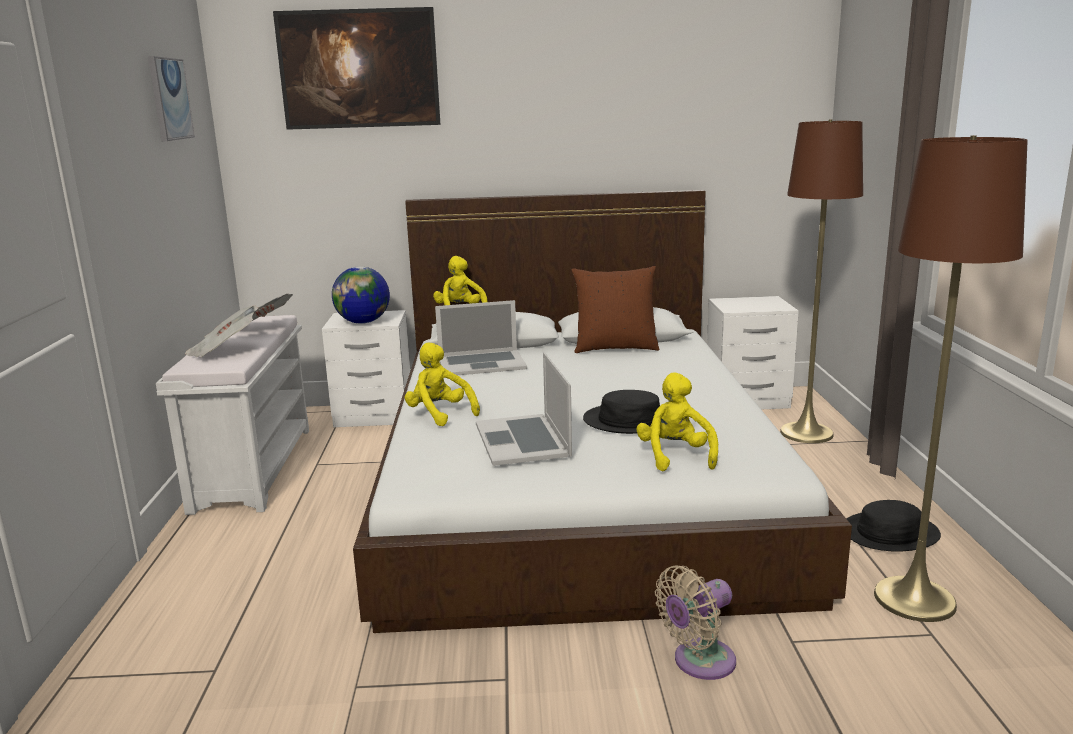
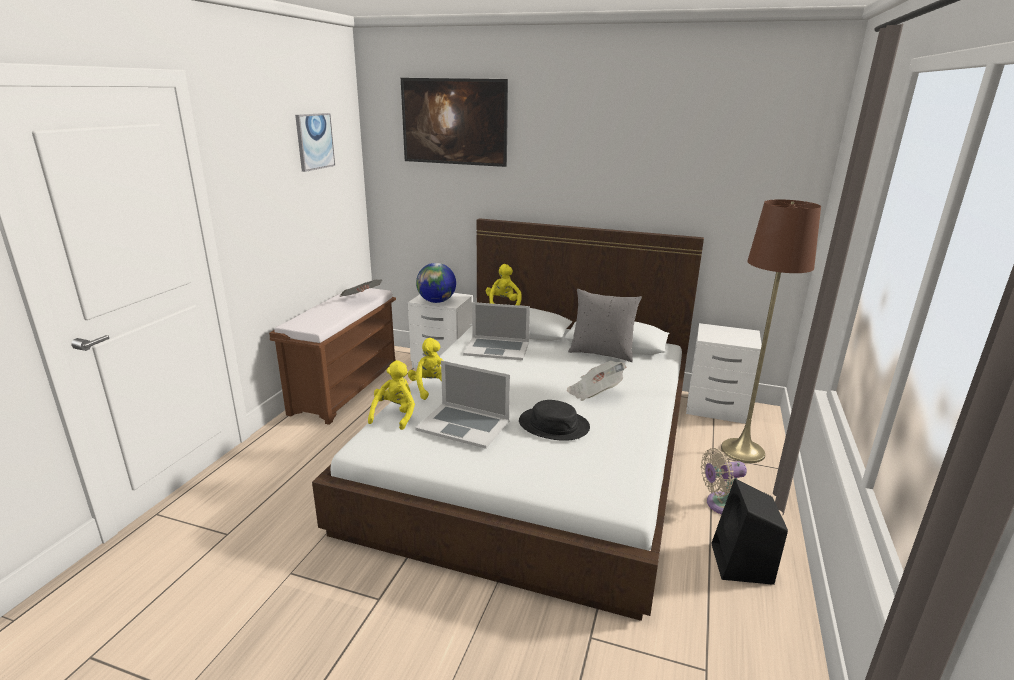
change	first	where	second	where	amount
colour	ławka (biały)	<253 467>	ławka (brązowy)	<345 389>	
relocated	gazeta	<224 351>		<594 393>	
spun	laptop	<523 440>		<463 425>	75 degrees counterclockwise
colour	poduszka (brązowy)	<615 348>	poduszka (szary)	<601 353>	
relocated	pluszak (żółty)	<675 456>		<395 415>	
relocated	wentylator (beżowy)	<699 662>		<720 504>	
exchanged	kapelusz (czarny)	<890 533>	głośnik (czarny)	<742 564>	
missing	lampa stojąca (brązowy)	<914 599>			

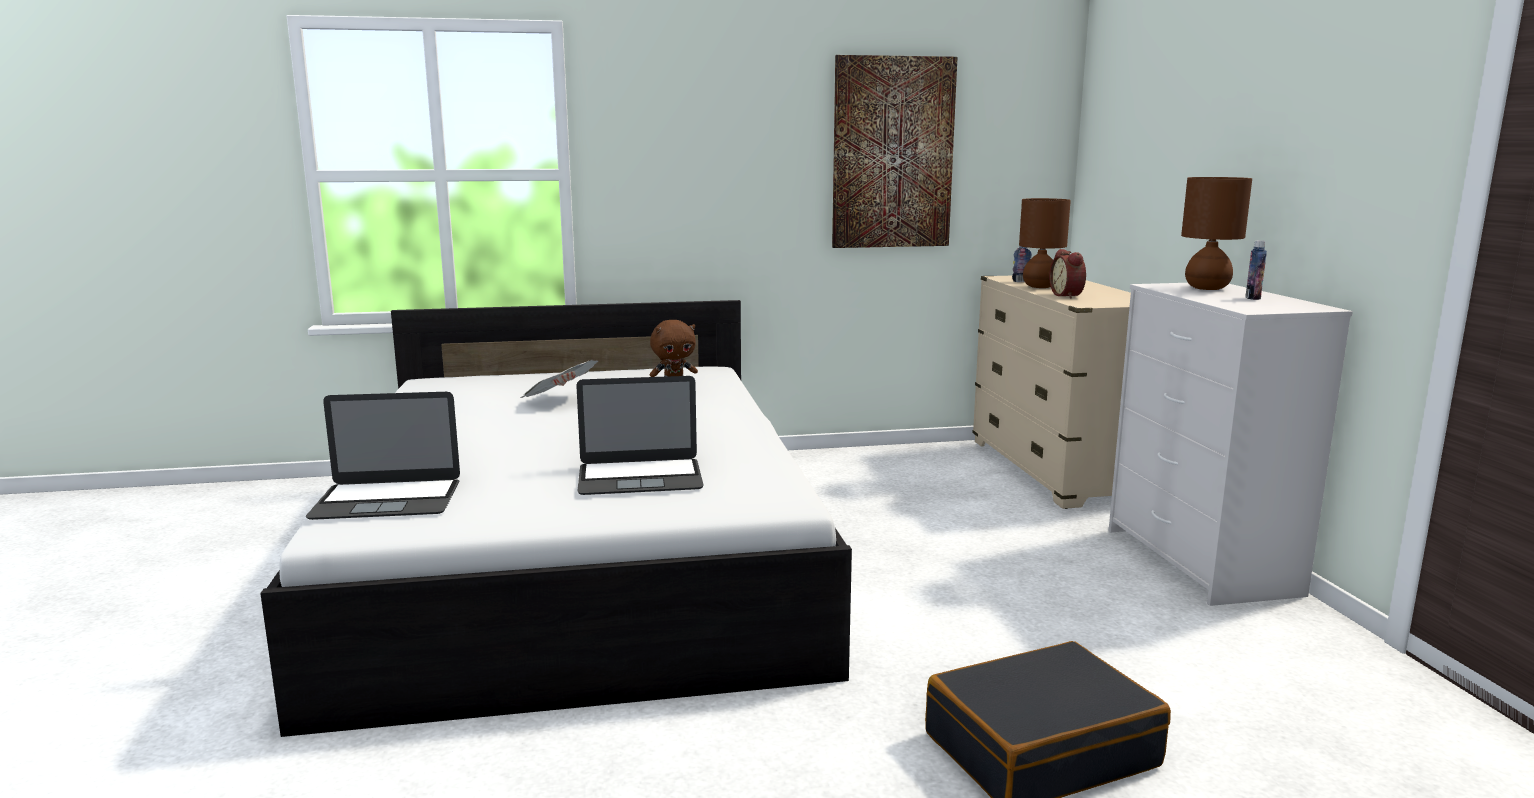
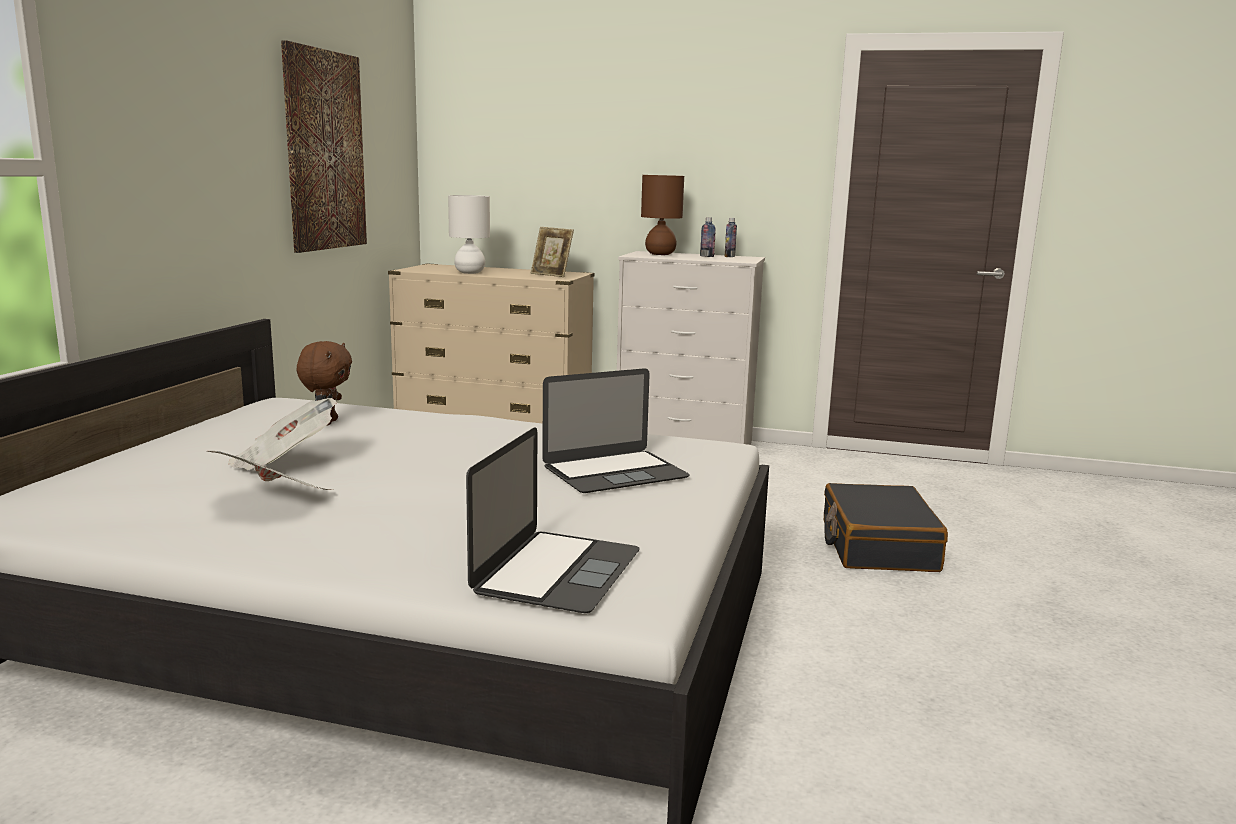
change	first	where	second	where	amount
spun	laptop	<640 477>		<615 472>	45 degrees clockwise
relocated	butelka	<1020 281>		<729 256>	
colour	lampa stołowa (brązowy)	<1040 286>	lampa stołowa (biały)	<470 272>	
missing	budzik	<1068 295>			
appeared			gazeta	<274 501>	
appeared			ramka na zdjęcie	<551 275>	

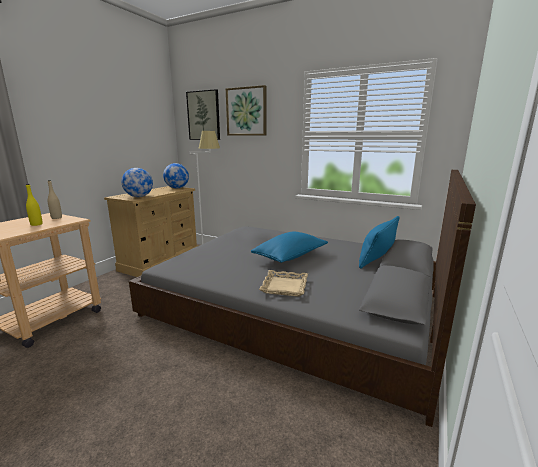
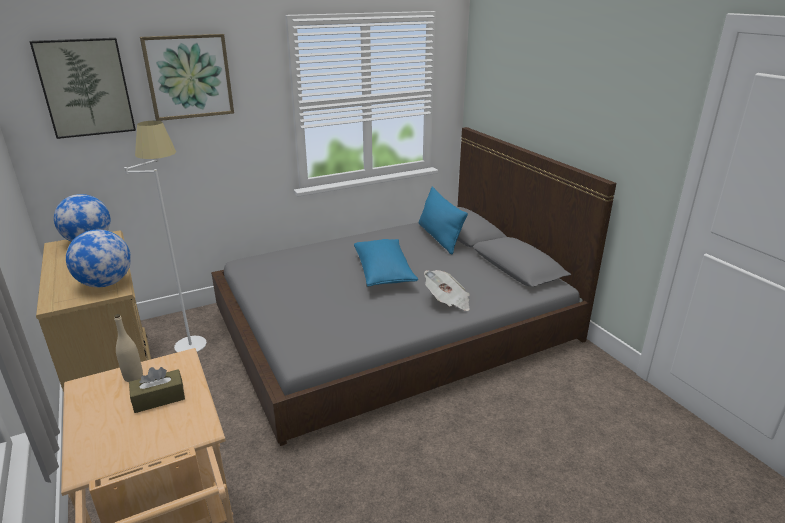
change	first	where	second	where	amount
exchanged	butelka (żółty)	<36 224>	pudełko chusteczek (brązowy)	<159 398>	
exchanged	taca (beżowy)	<285 286>	gazeta	<447 301>	

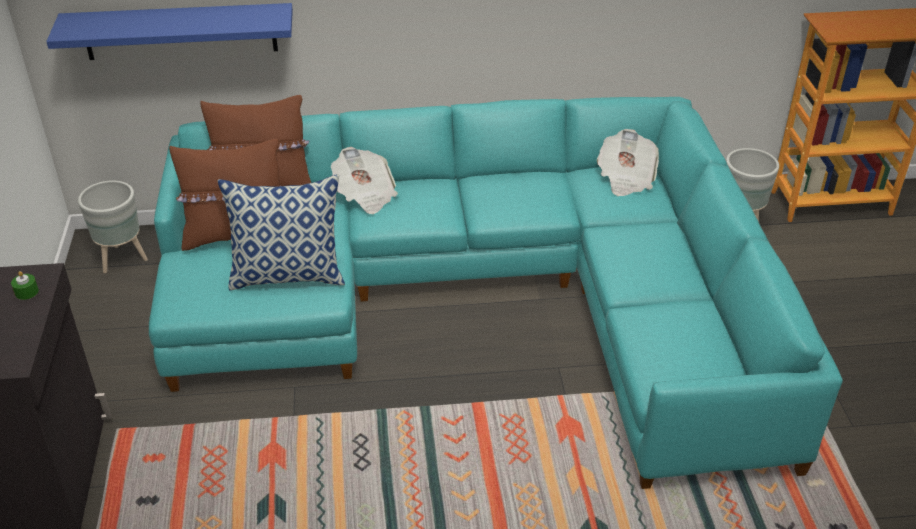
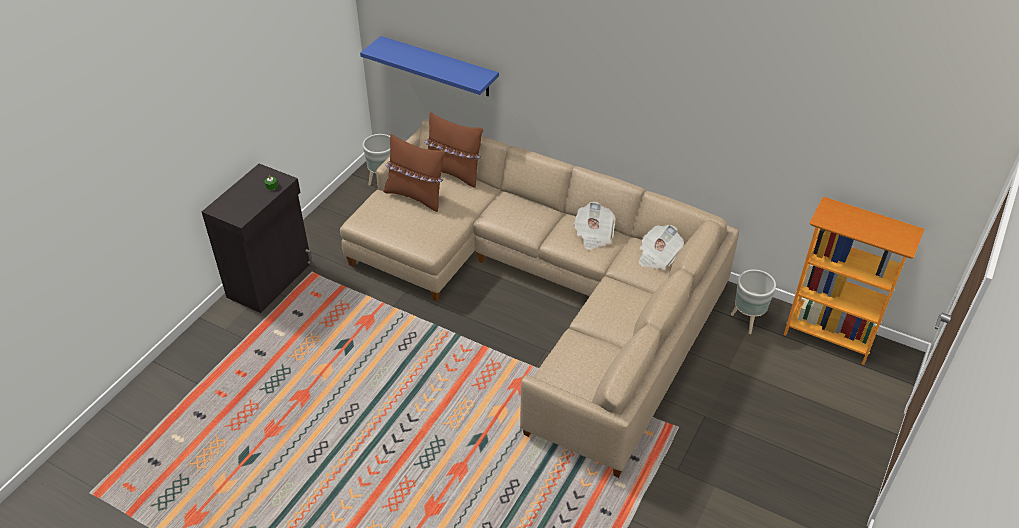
change	first	where	second	where	amount
colour	kanapa (turkusowy)	<483 297>	kanapa (beżowy)	<545 291>	
missing	poduszka	<288 275>			
relocated	gazeta	<365 195>		<593 235>	

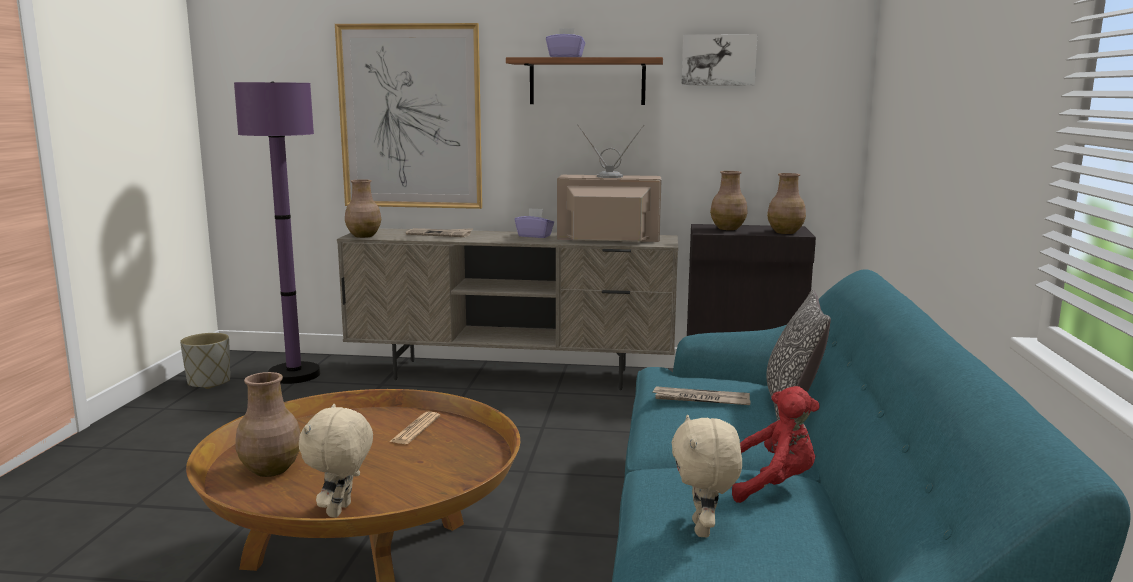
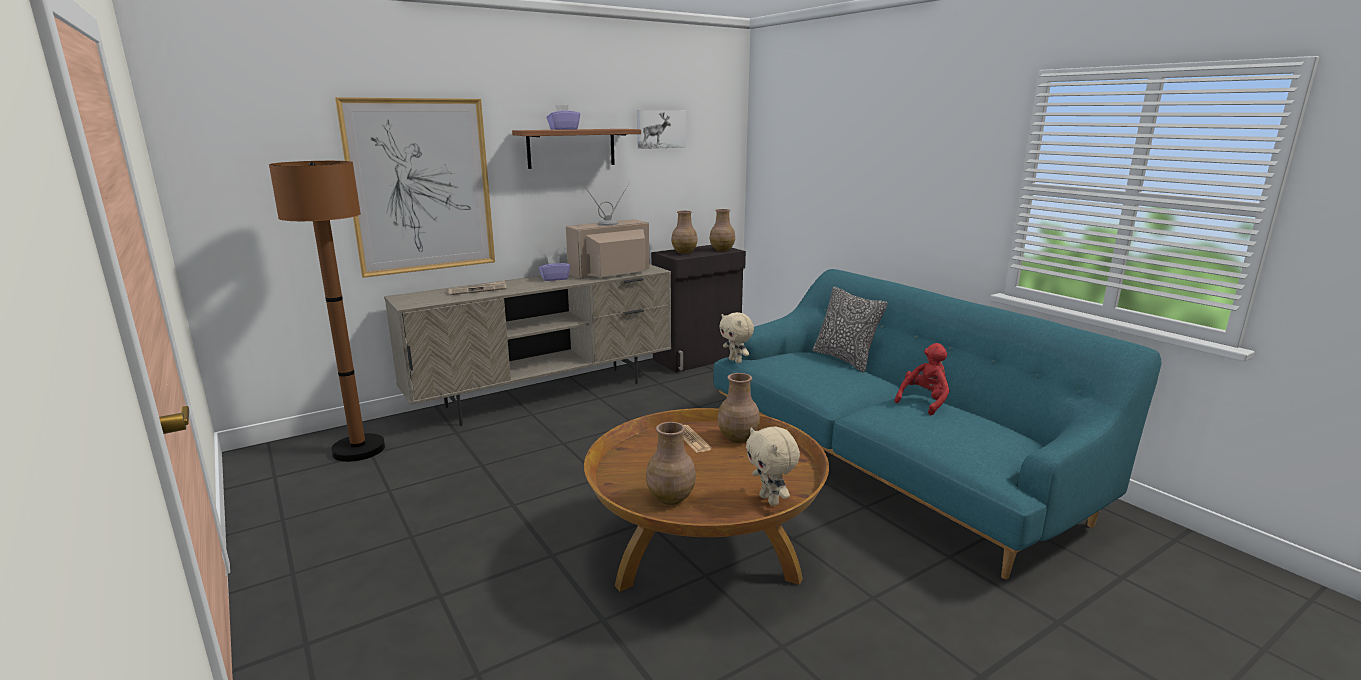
change	first	where	second	where	amount
missing	donica (szary)	<209 382>			
colour	lampa stojąca (fioletowy)	<294 375>	lampa stojąca (brązowy)	<359 449>	
relocated	wazon (brązowy)	<363 236>		<738 438>	
missing	gazeta	<700 399>			
relocated	pluszak (beżowy)	<704 529>		<736 361>	

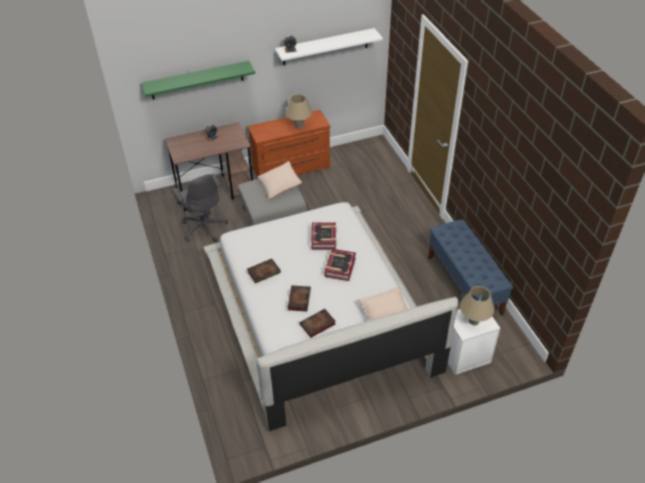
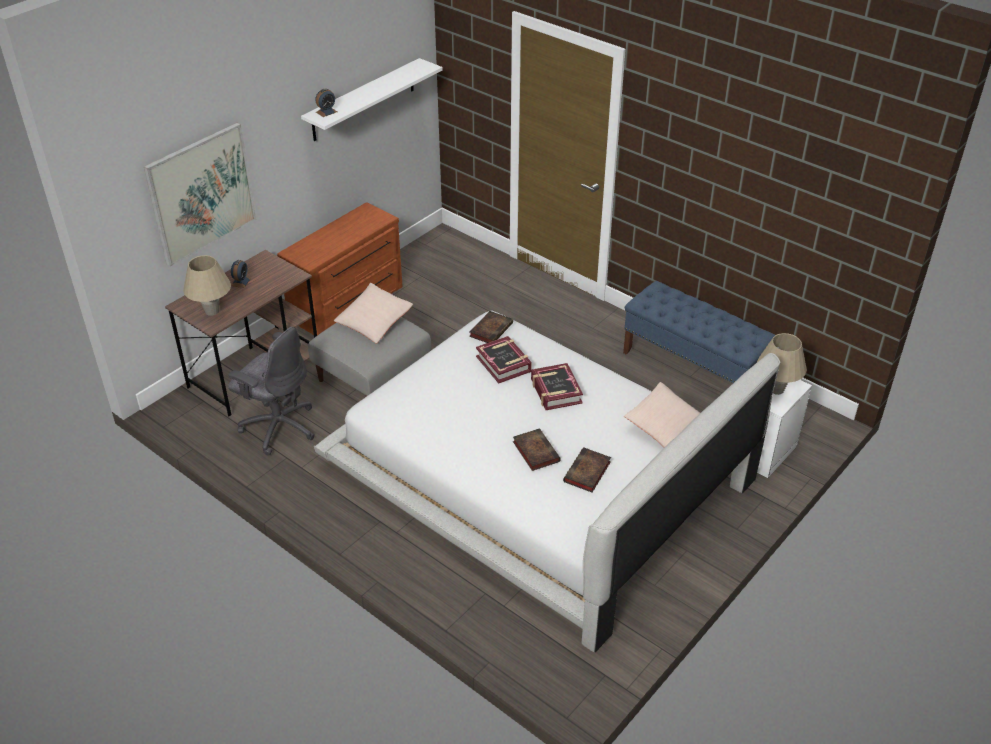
change	first	where	second	where	amount
exchanged	półka (zielony)	<197 80>	obraz	<201 193>	
relocated	książka	<264 271>		<491 329>	
relocated	lampa stołowa (beżowy)	<299 126>		<212 311>	

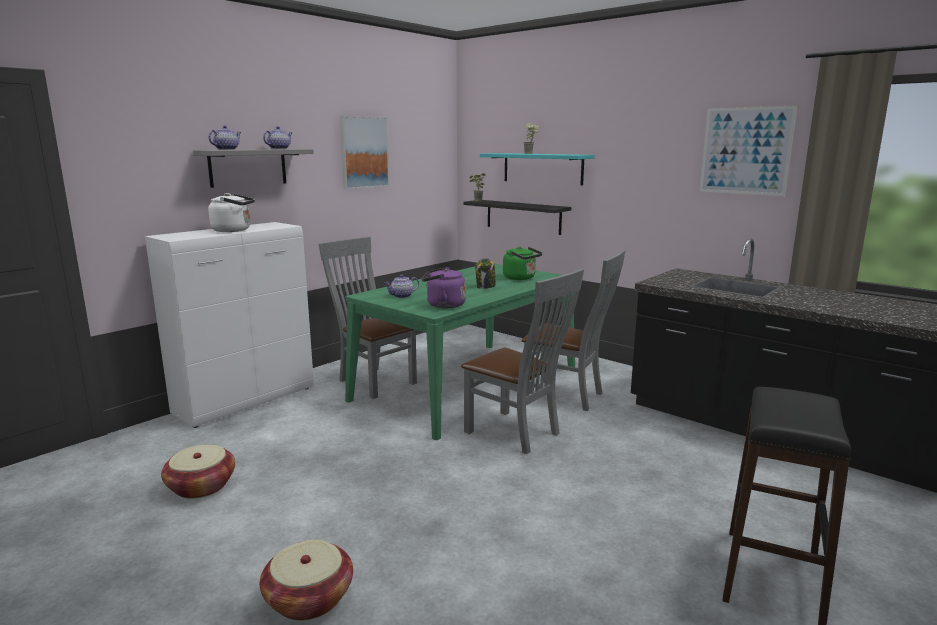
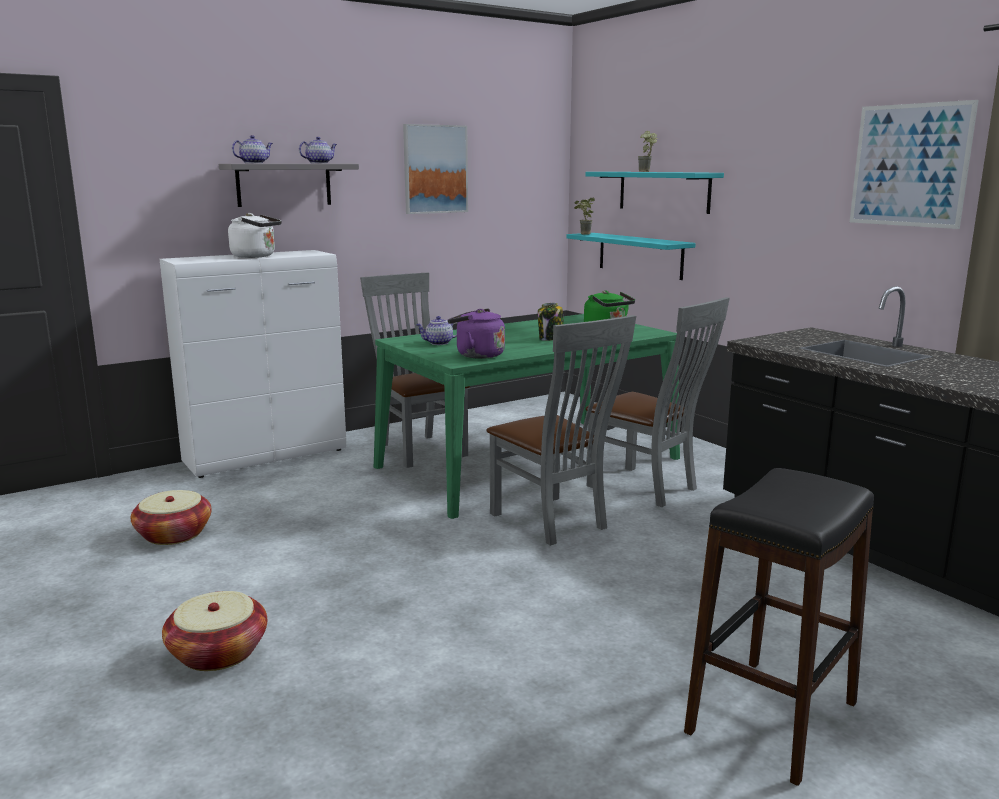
change	first	where	second	where	amount
colour	półka (czarny)	<523 216>	półka (turkusowy)	<640 255>	

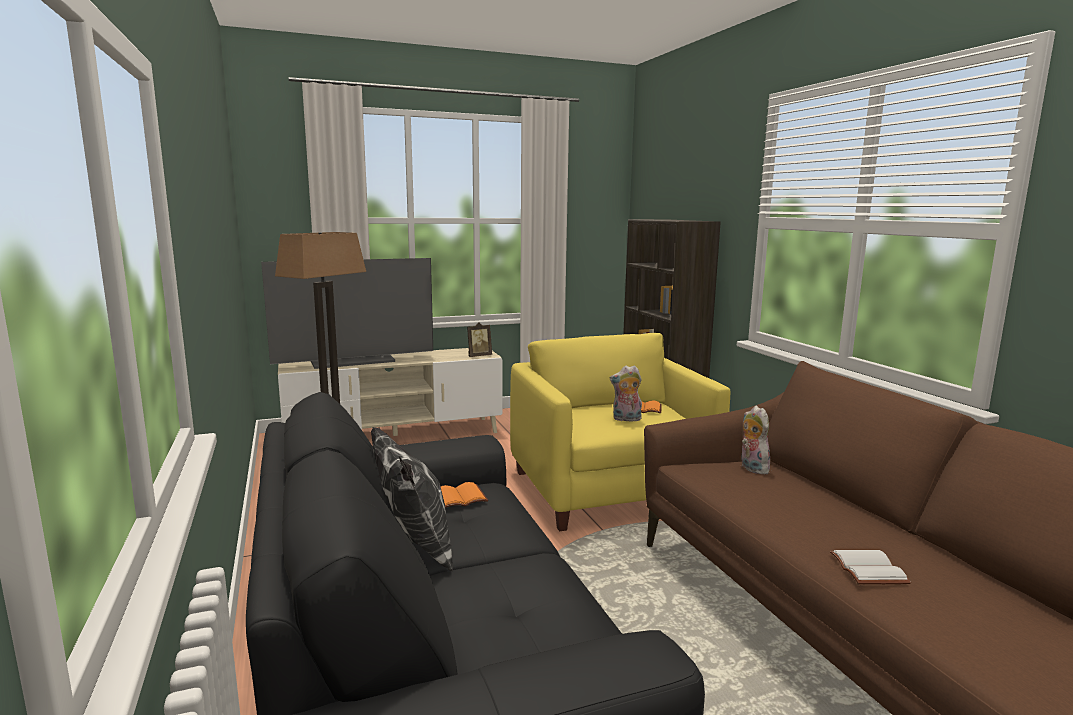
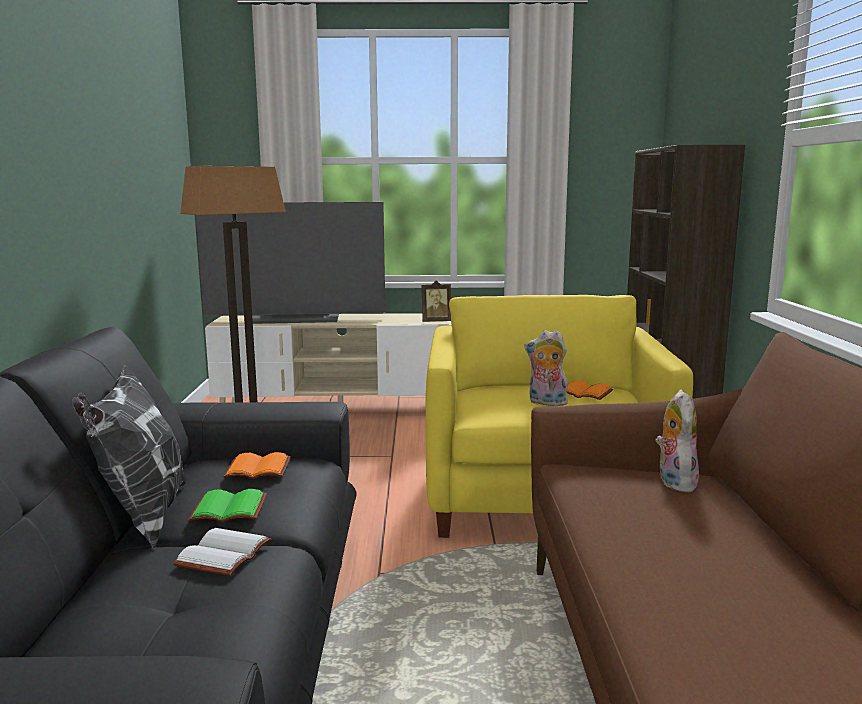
change	first	where	second	where	amount
relocated	książka (biały)	<870 570>		<225 555>	
appeared			książka (zielony)	<230 508>	

